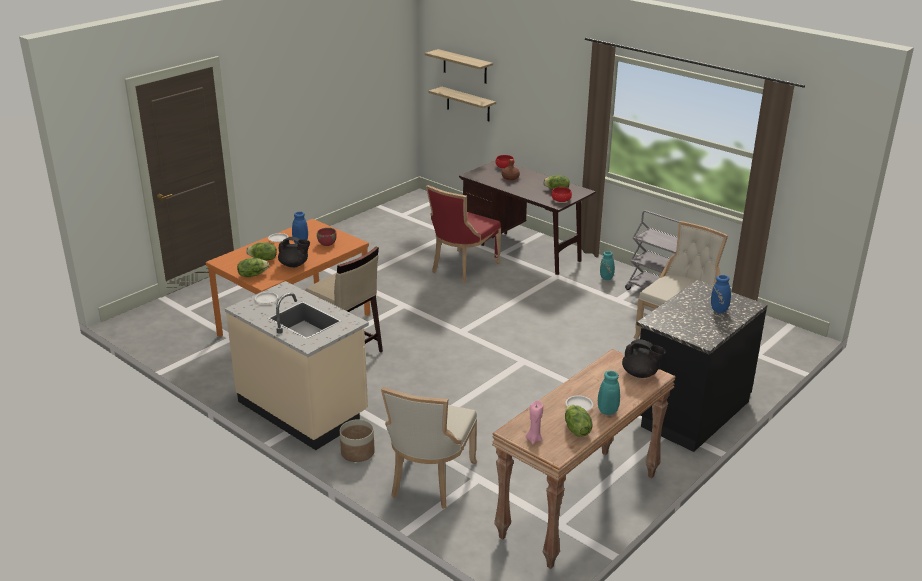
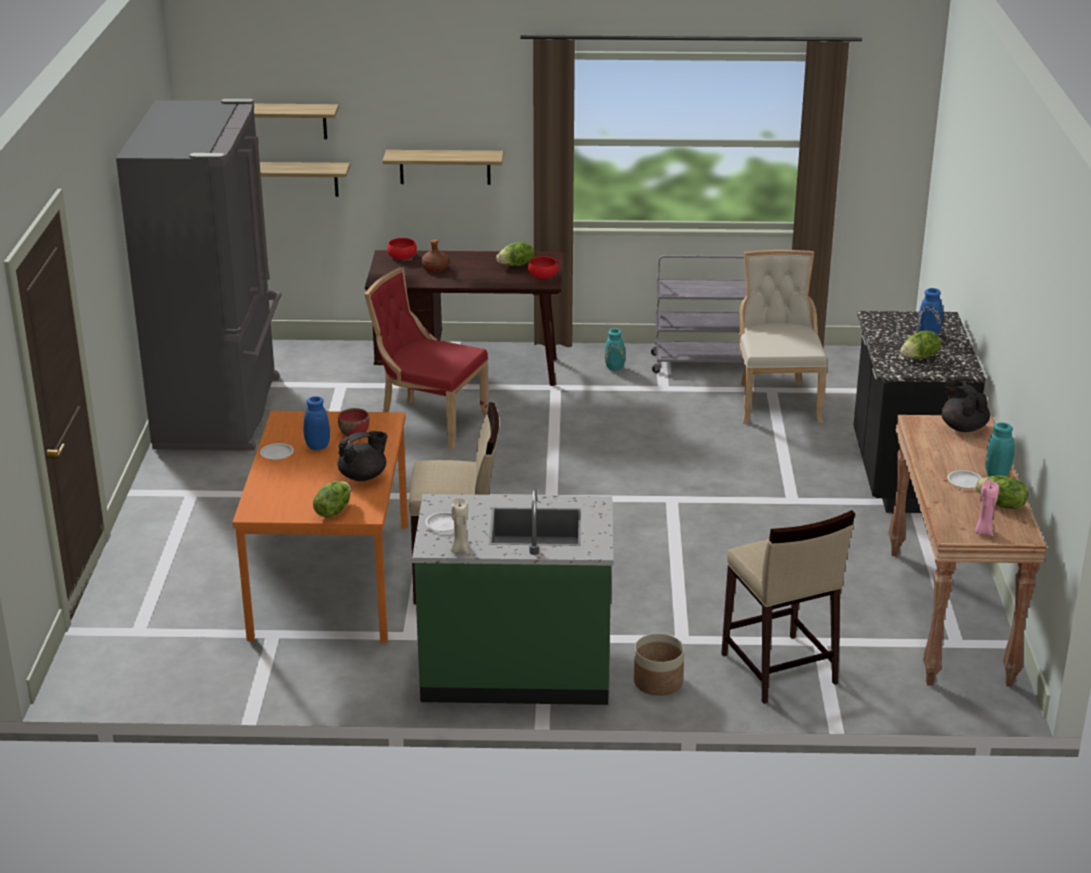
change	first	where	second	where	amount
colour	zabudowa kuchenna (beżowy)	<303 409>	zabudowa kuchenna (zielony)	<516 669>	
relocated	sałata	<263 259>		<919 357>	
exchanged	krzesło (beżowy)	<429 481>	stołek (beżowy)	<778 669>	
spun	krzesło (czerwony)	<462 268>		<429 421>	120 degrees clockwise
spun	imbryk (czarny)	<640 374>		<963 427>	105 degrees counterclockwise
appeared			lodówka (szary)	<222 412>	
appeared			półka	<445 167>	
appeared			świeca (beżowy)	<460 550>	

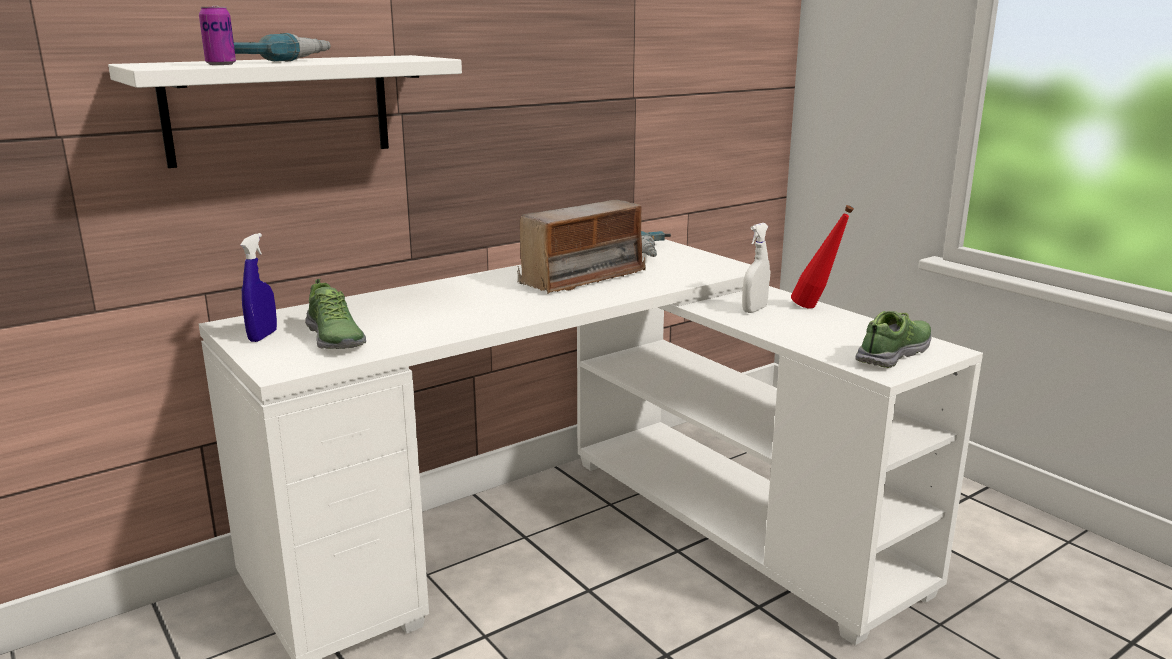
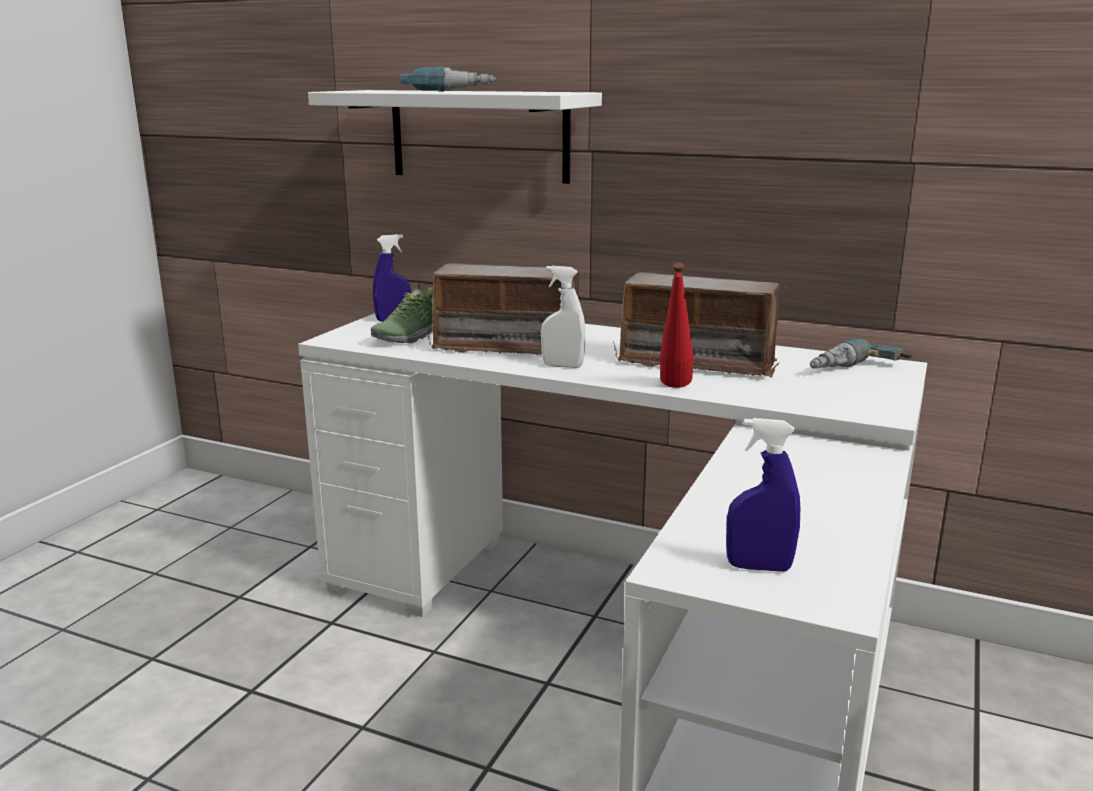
change	first	where	second	where	amount
missing	puszka	<221 64>			
relocated	spryskiwacz (biały)	<754 310>		<562 366>	
relocated	butelka (czerwony)	<816 308>		<674 389>	
exchanged	but	<894 353>	spryskiwacz (niebieski)	<759 567>	
appeared			radio	<508 347>	

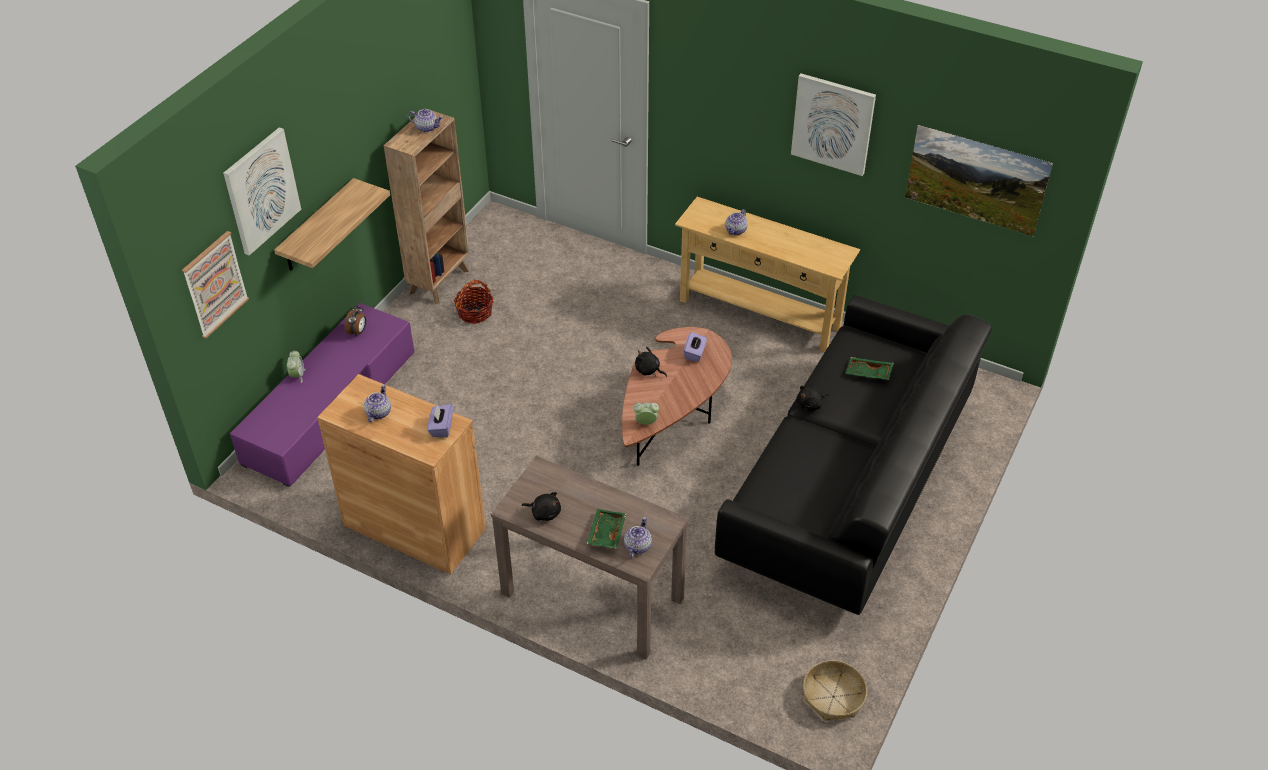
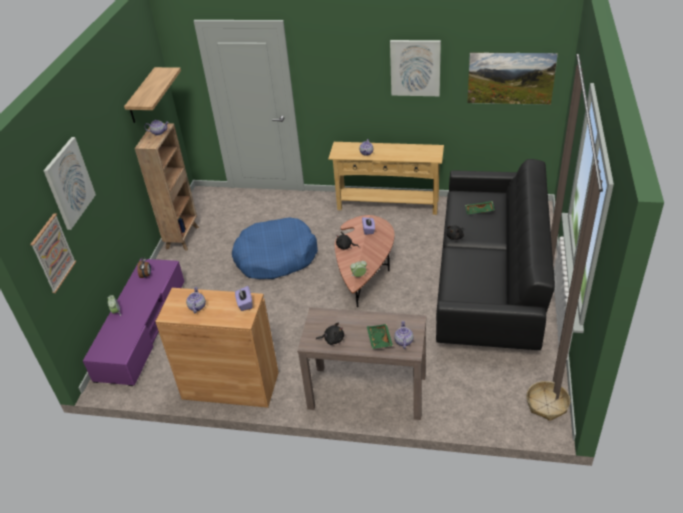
change	first	where	second	where	amount
relocated	półka	<317 227>		<142 96>	
missing	koszyk	<475 312>			
appeared			legowisko (niebieski)	<275 257>	

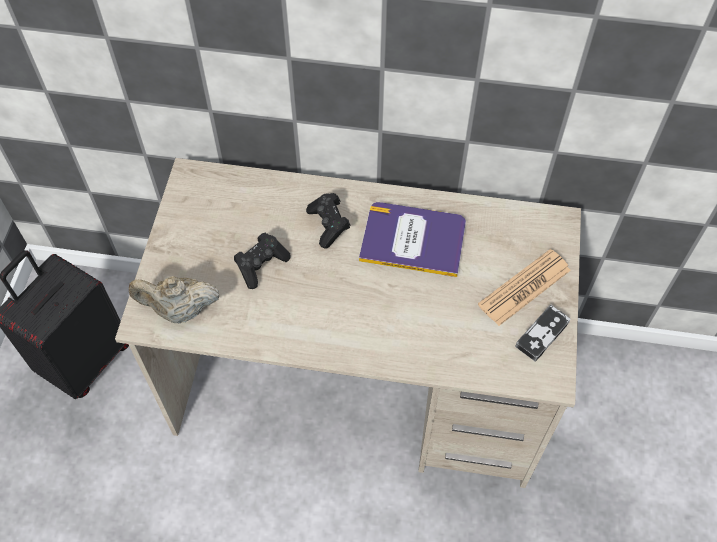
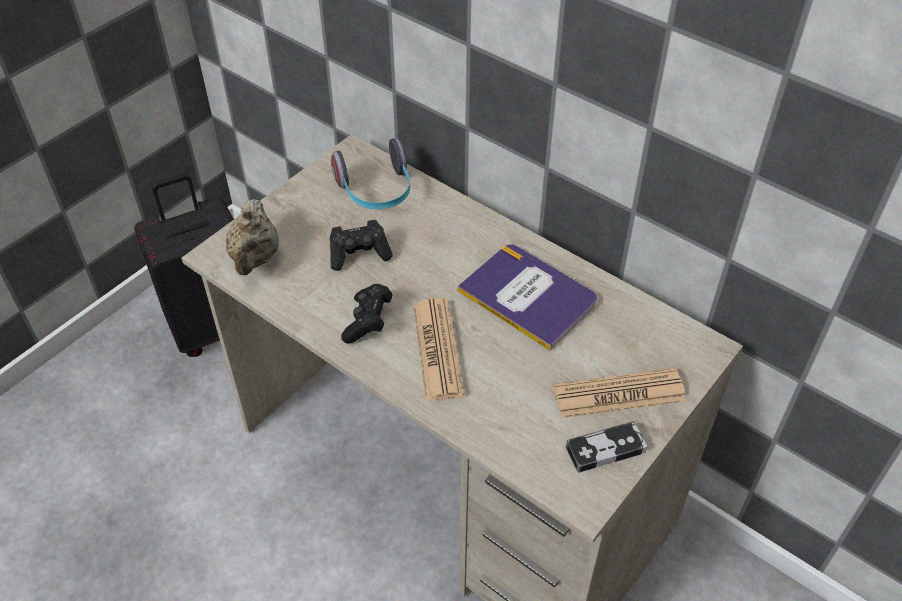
change	first	where	second	where	amount
spun	imbryk (beżowy)	<179 310>		<255 259>	120 degrees counterclockwise
relocated	pad do gier (czarny)	<329 225>		<368 322>	
appeared			słuchawki	<376 192>	
appeared			gazeta	<437 349>	

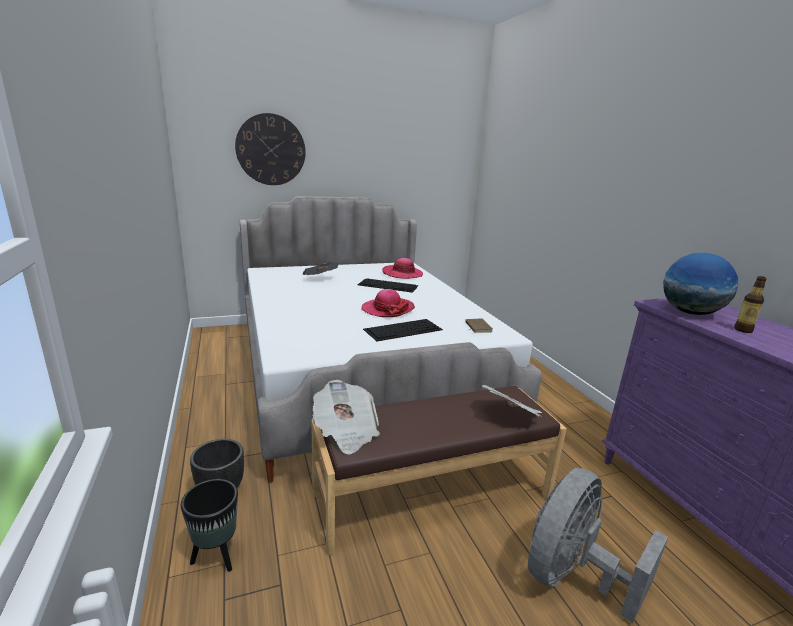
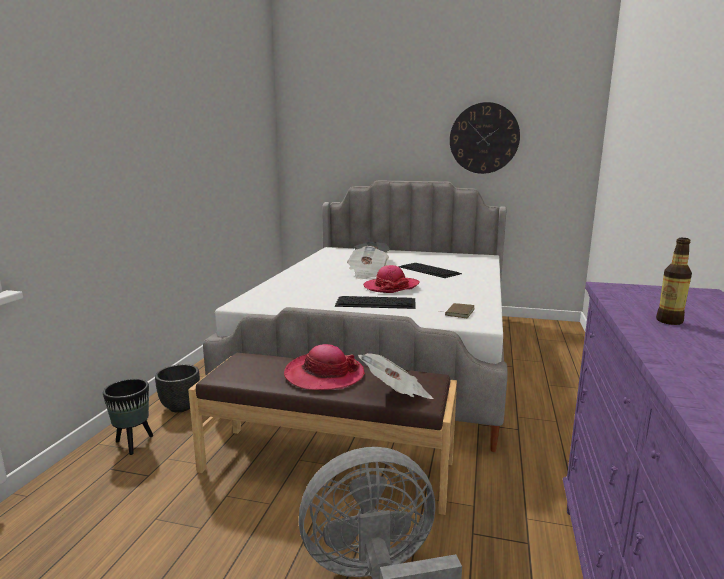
change	first	where	second	where	amount
relocated	zegar ścienny	<271 150>		<484 138>	
relocated	gazeta	<346 431>		<367 274>	
relocated	kapelusz	<402 274>		<324 375>	
missing	globus	<690 313>			

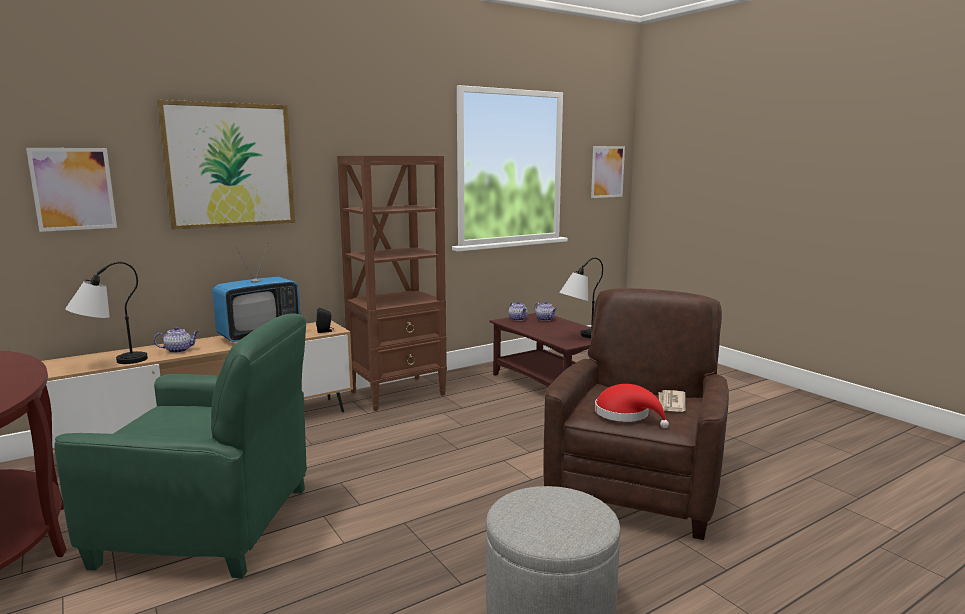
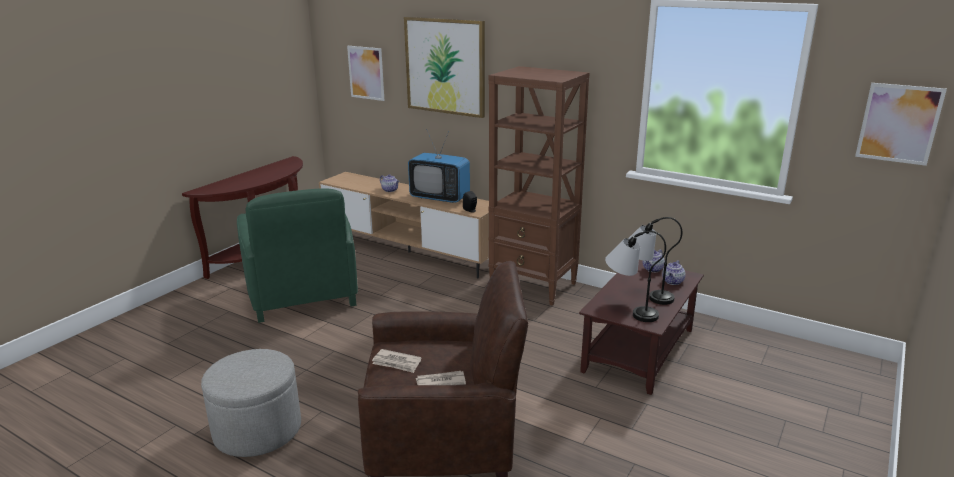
change	first	where	second	where	amount
relocated	lampa stołowa	<110 363>		<645 295>	
exchanged	kapelusz (czerwony)	<626 415>	gazeta	<397 363>	

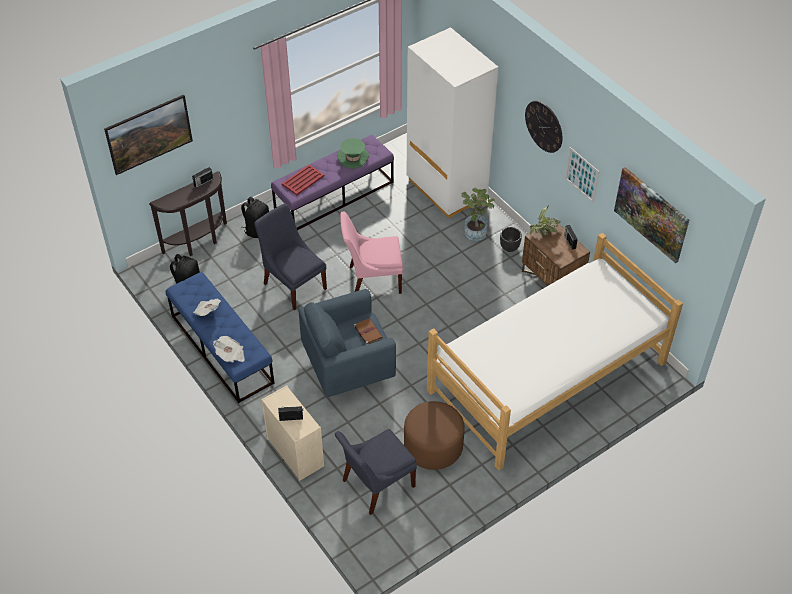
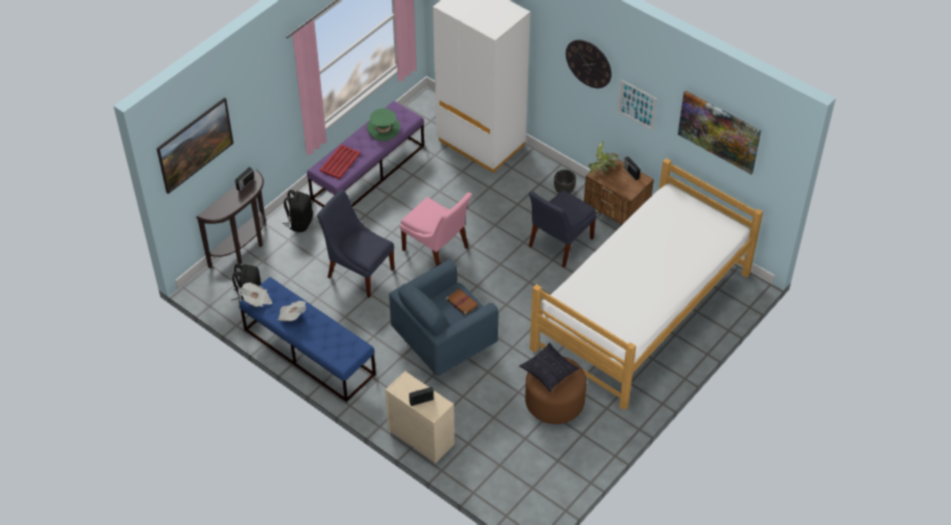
change	first	where	second	where	amount
relocated	gazeta	<230 355>		<257 300>	
relocated	krzesło (niebieski)	<375 484>		<559 244>	
spun	krzesło (różowy)	<372 279>		<437 250>	120 degrees counterclockwise
missing	roślina doniczkowa	<475 230>			
appeared			poduszka	<549 372>	

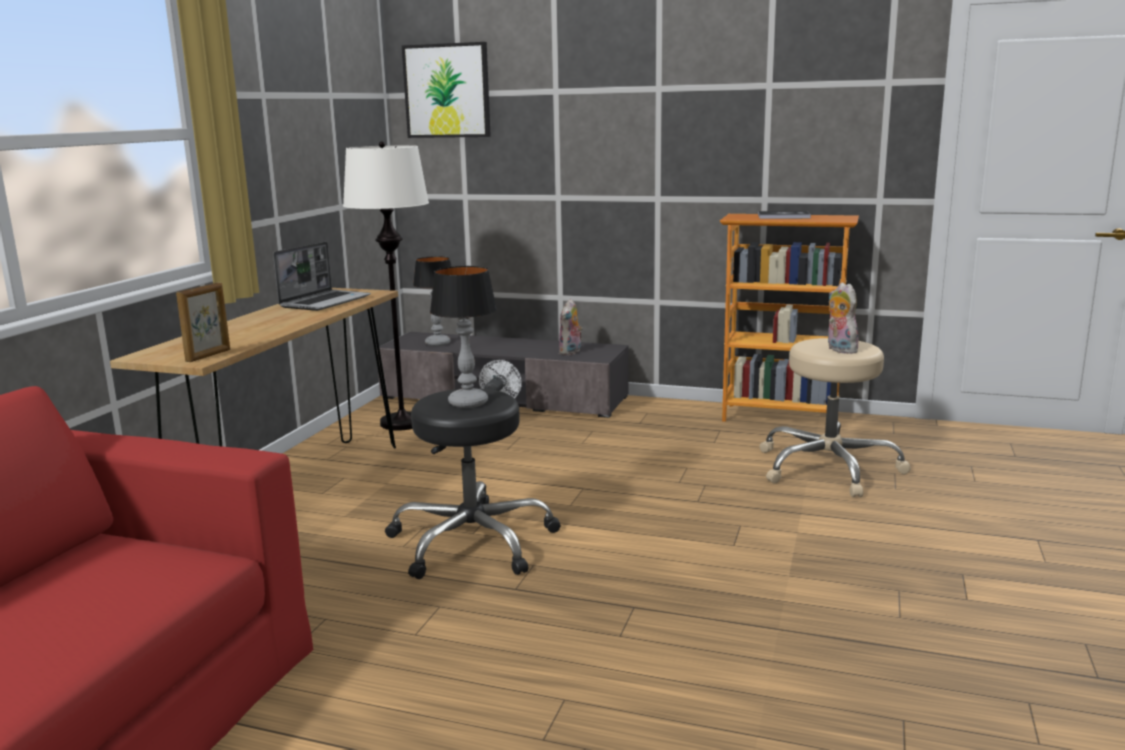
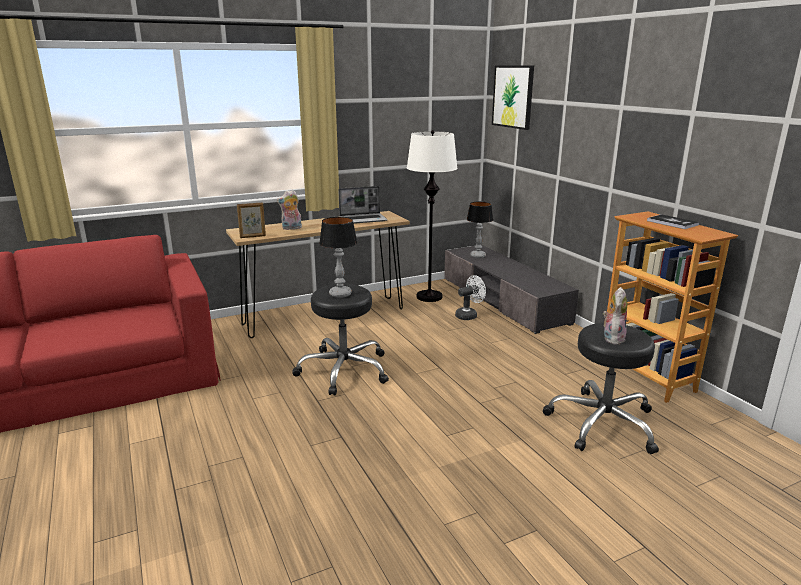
change	first	where	second	where	amount
relocated	pluszak	<571 352>		<291 228>	
colour	stołek (beżowy)	<827 468>	stołek (czarny)	<602 423>	

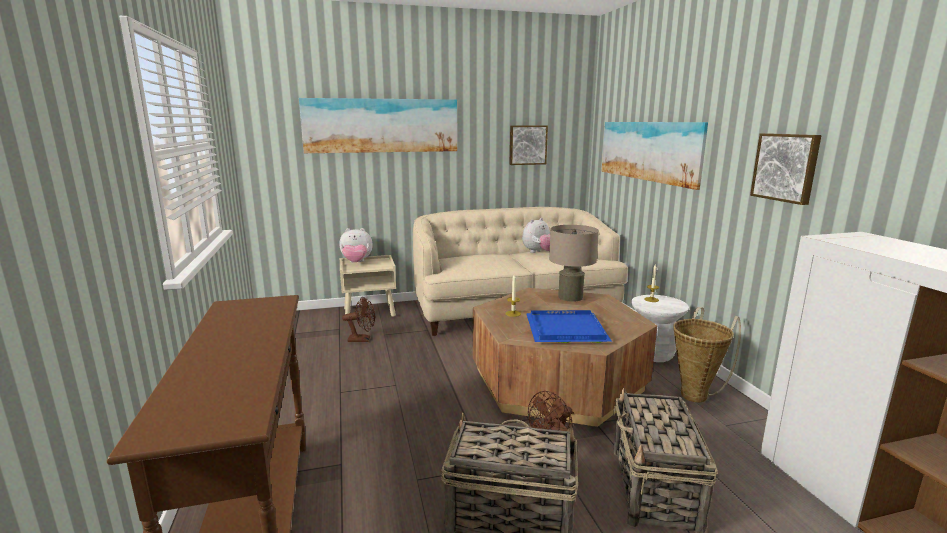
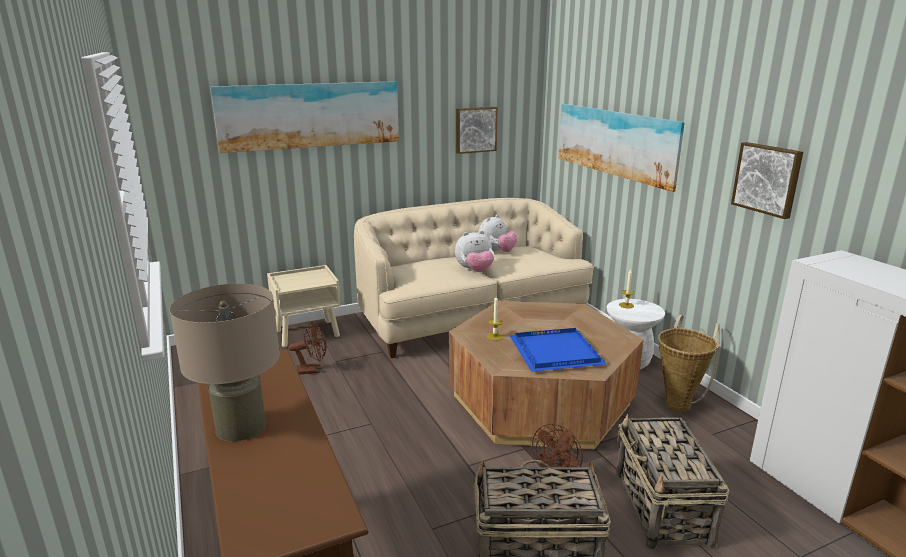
change	first	where	second	where	amount
relocated	pluszak	<356 262>		<475 271>	
relocated	lampa stołowa (beżowy)	<570 297>		<241 427>	

